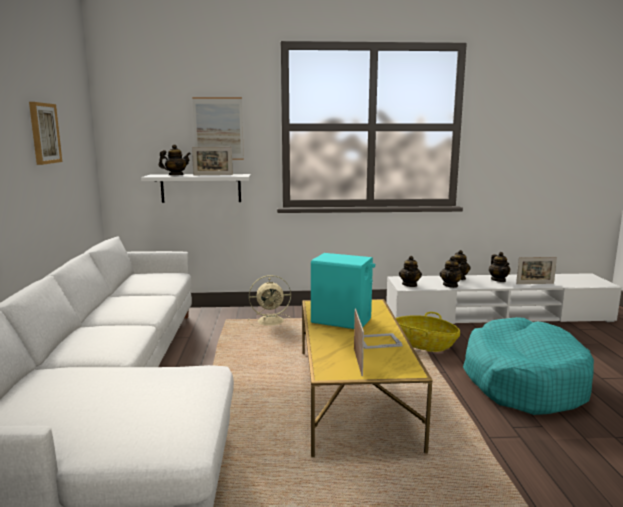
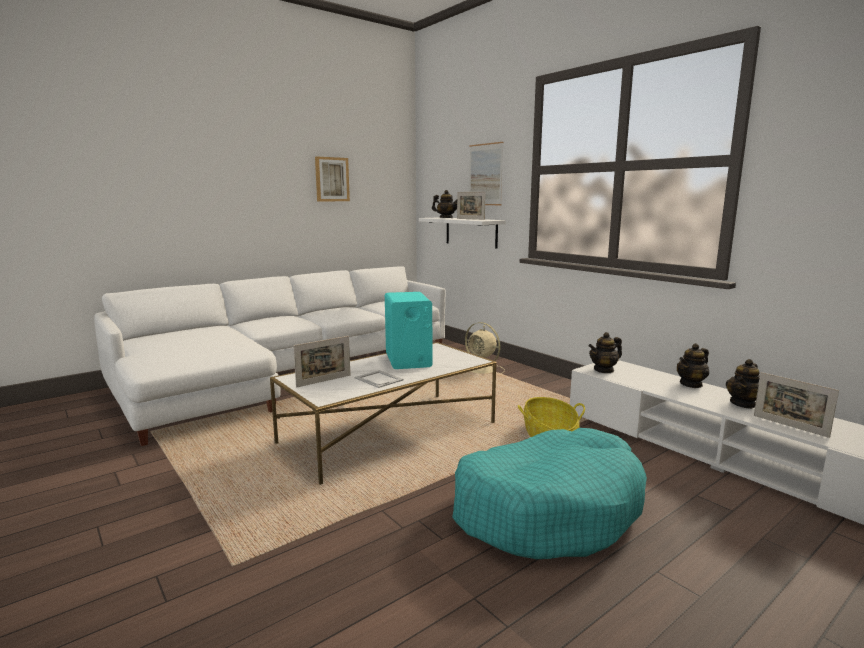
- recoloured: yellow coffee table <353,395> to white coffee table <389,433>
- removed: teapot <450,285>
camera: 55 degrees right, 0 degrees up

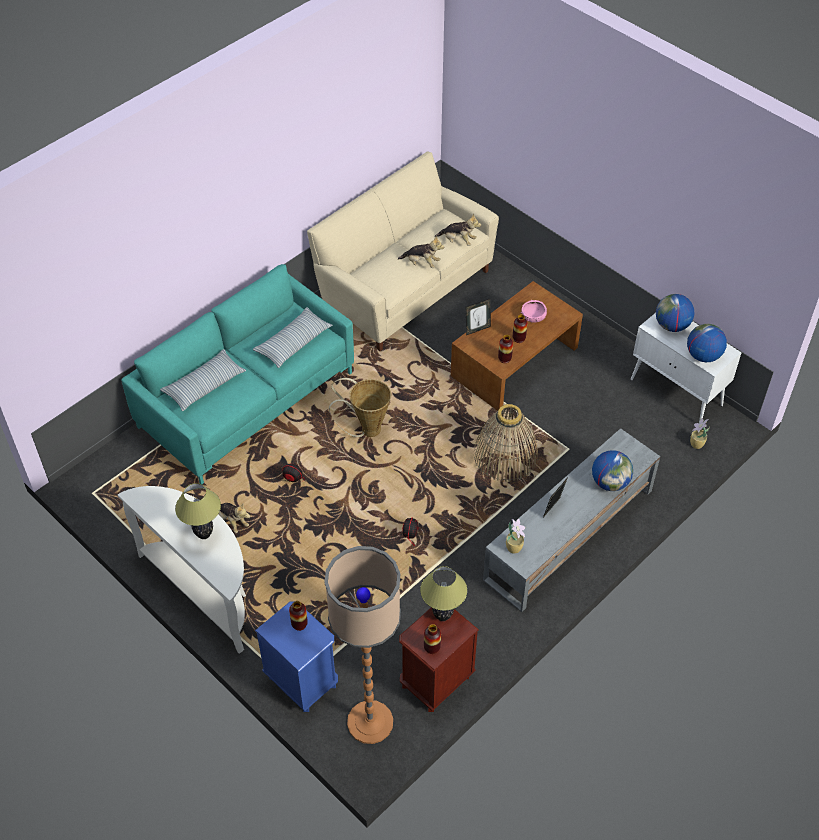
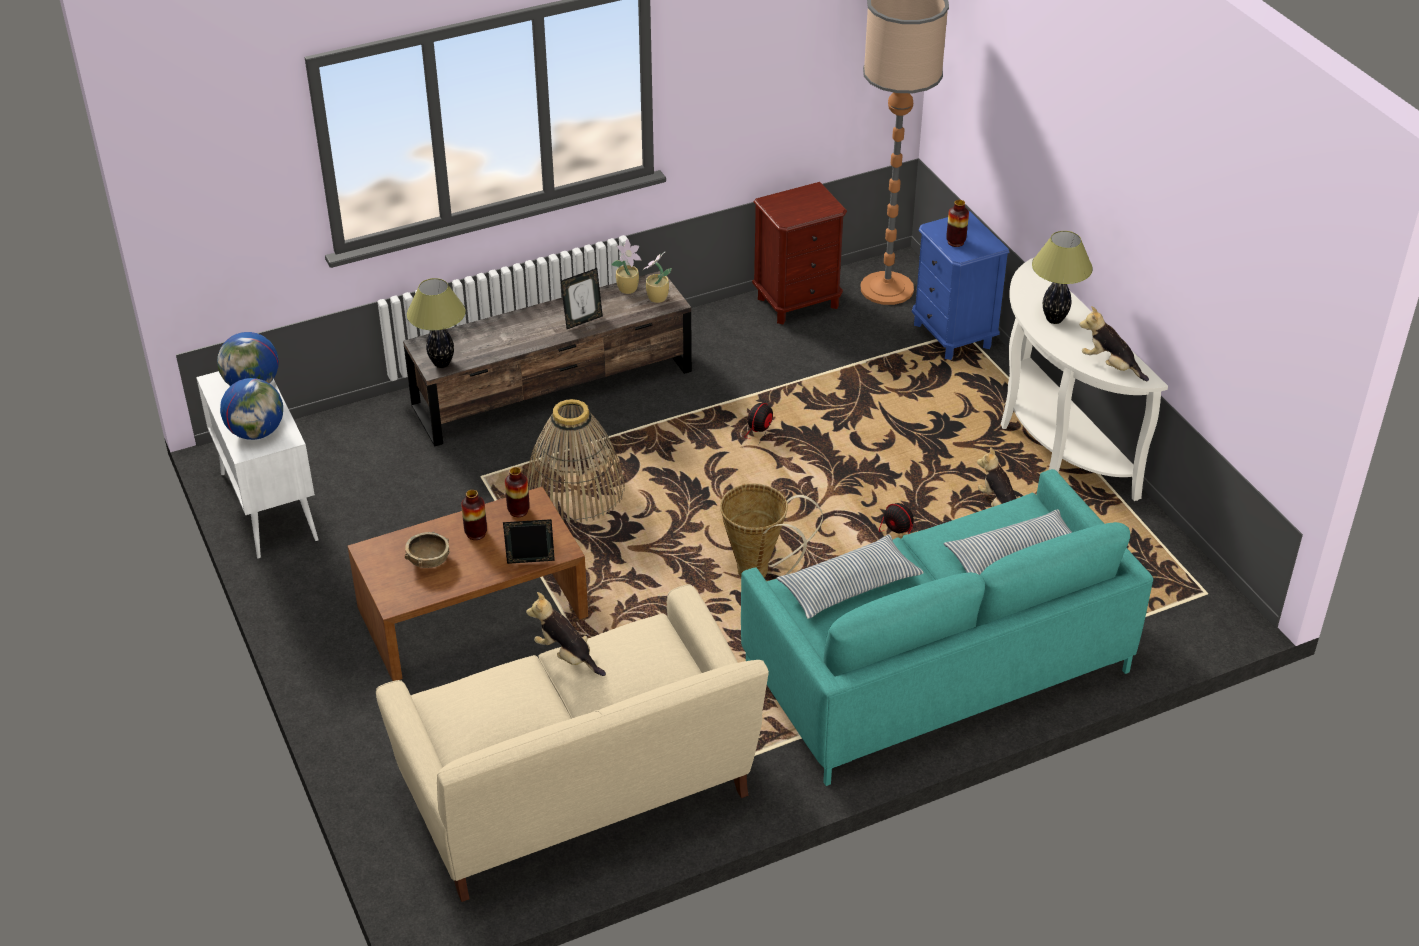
- recoloured: grey tv stand <568,534> to brown tv stand <554,388>
- recoloured: pink bowl <533,317> to brown bowl <428,560>
- moved: table lamp <442,616> to <441,364>
- moved: potted plant <696,444> to <628,289>
- moved: plush toy <458,241> to <1110,366>
- removed: vase <432,648>
- removed: globe <610,482>
camera: 160 degrees left, 10 degrees down

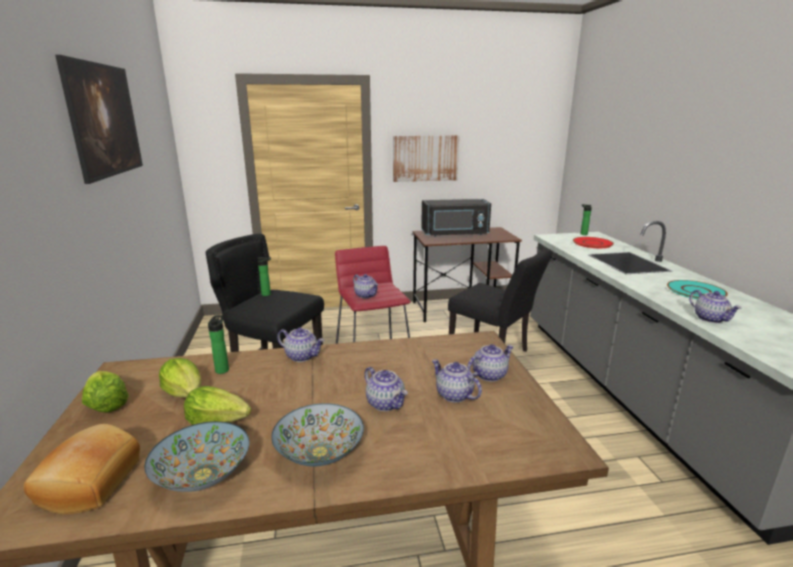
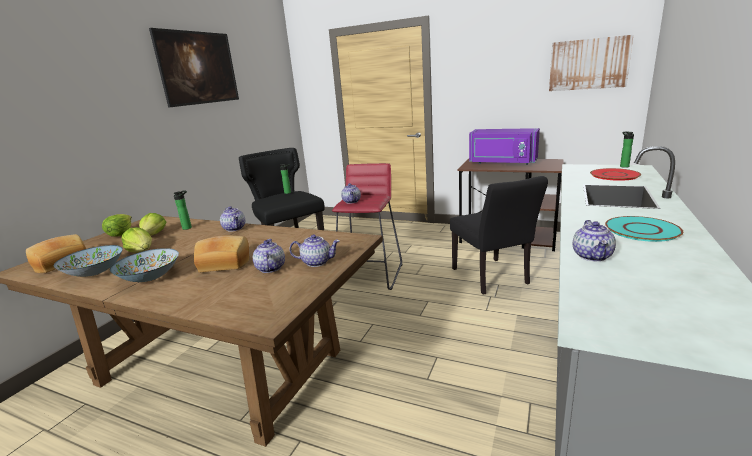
- replaced: teapot <386,403> to bread <225,263>
- recoloured: black microwave <455,234> to purple microwave <502,162>
- moved: picture <425,158> to <588,64>
camera: 35 degrees right, 0 degrees up

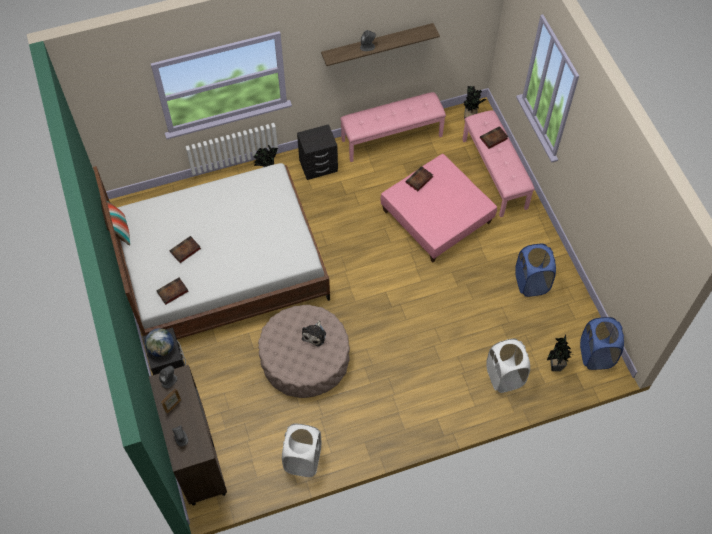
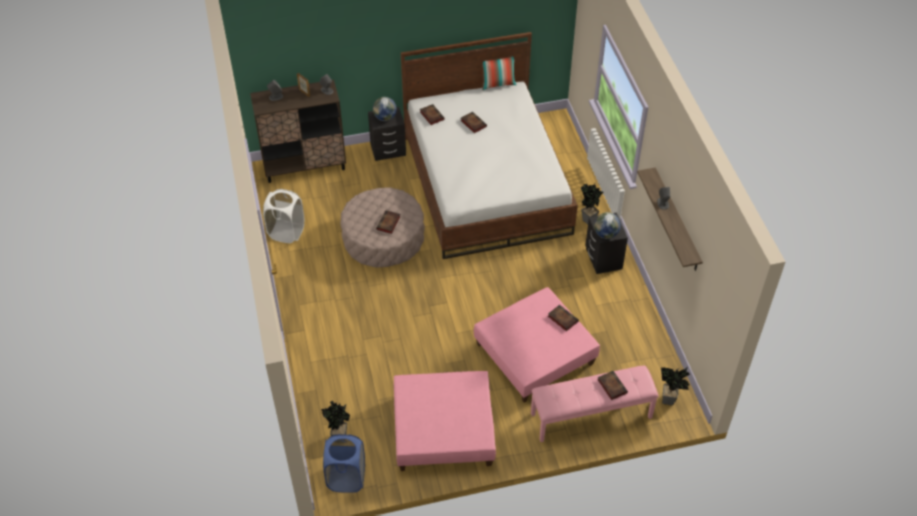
- replaced: plush toy <315,335> to book <388,223>
- replaced: blue laundry basket <531,282> to pink ottoman <443,431>
- added: globe <606,234>
- removed: pink bench <392,137>
- removed: white laundry basket <504,376>
camera: 95 degrees right, 10 degrees down

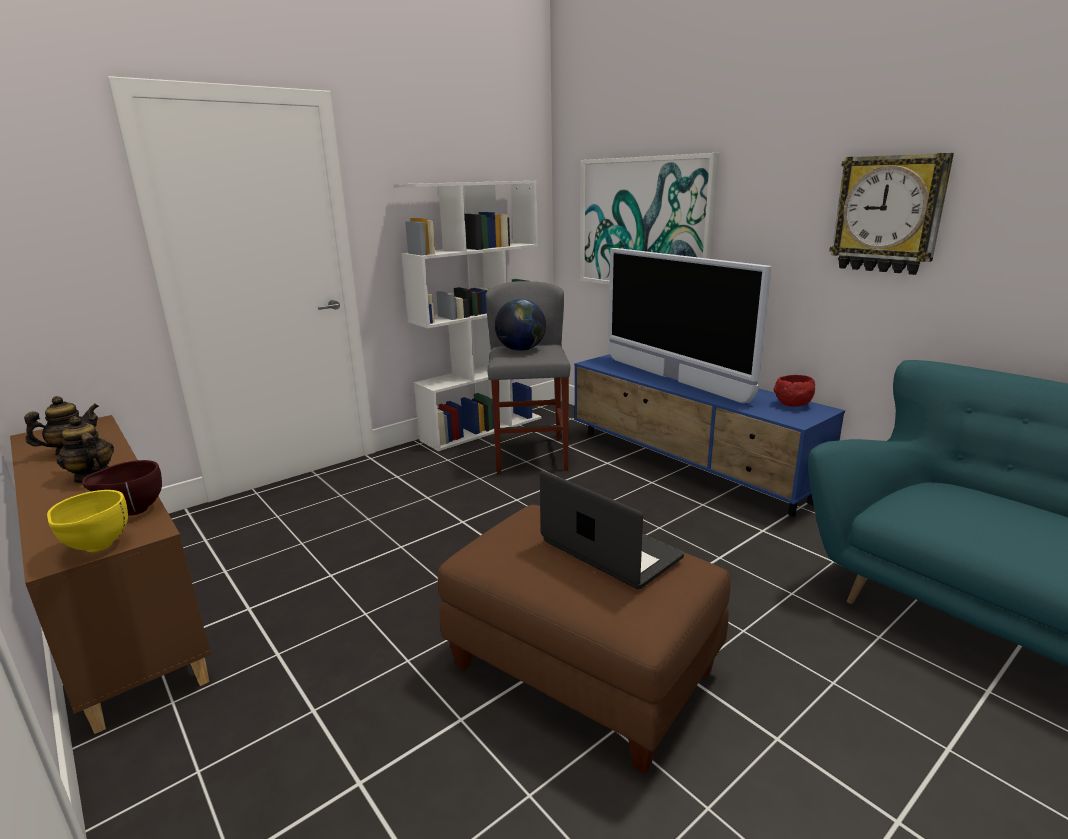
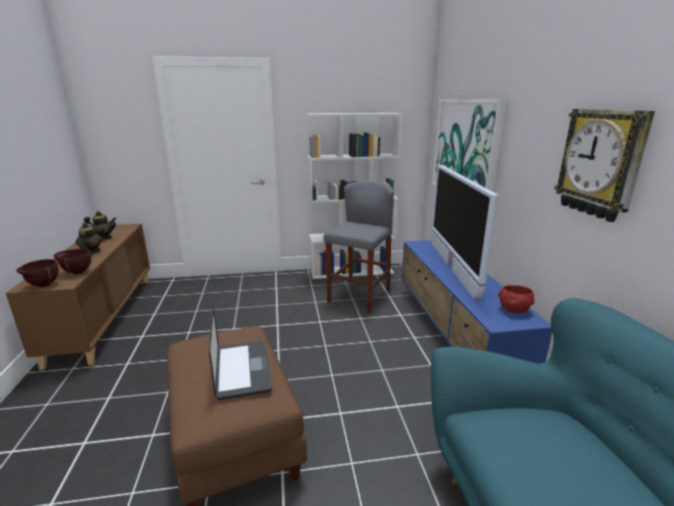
- recoloured: yellow bowl <97,548> to brown bowl <42,286>
- removed: globe <521,349>
camera: 30 degrees right, 0 degrees up

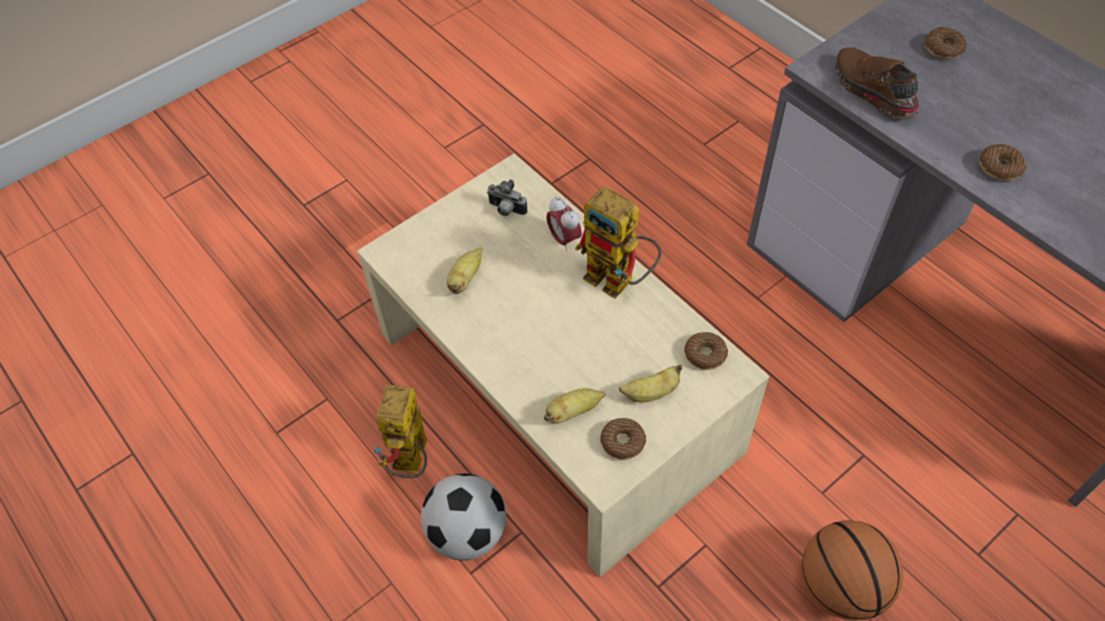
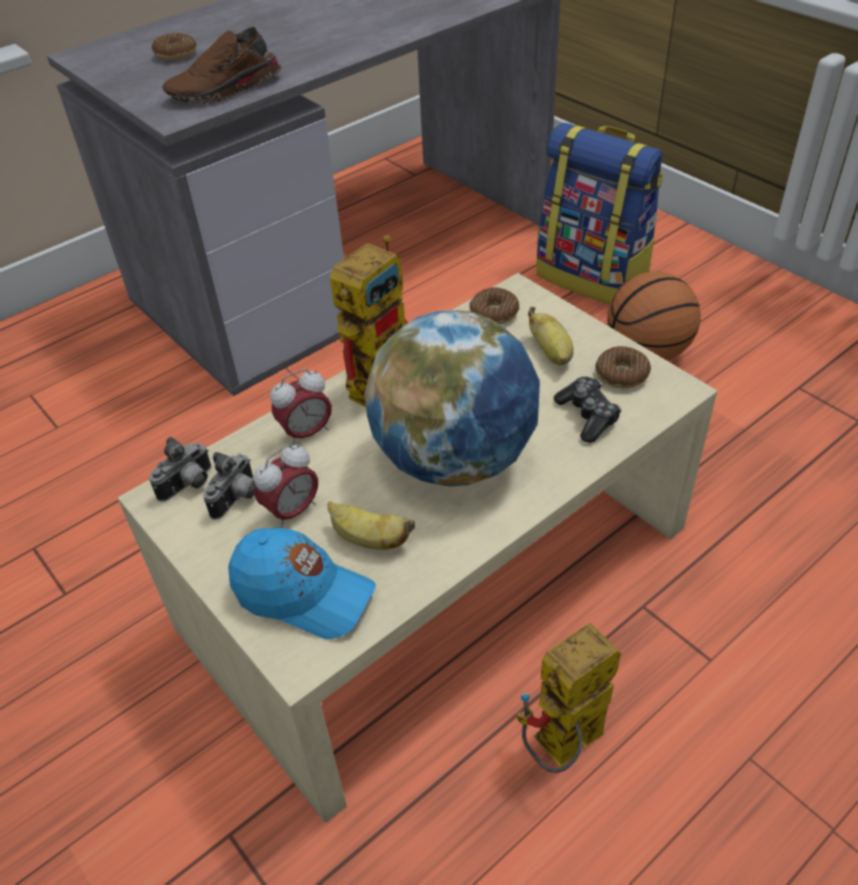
- added: photo camera <189,486>
- added: blue cap <303,594>
- added: alarm clock <292,511>
- added: globe <455,459>
- turned: toy robot <412,463> = <562,749> 135 degrees clockwise
- added: backpack <594,277>
- replaced: banana <573,412> to game controller <587,416>
- removed: football <467,532>
- removed: donut <999,168>
camera: 90 degrees left, 10 degrees down

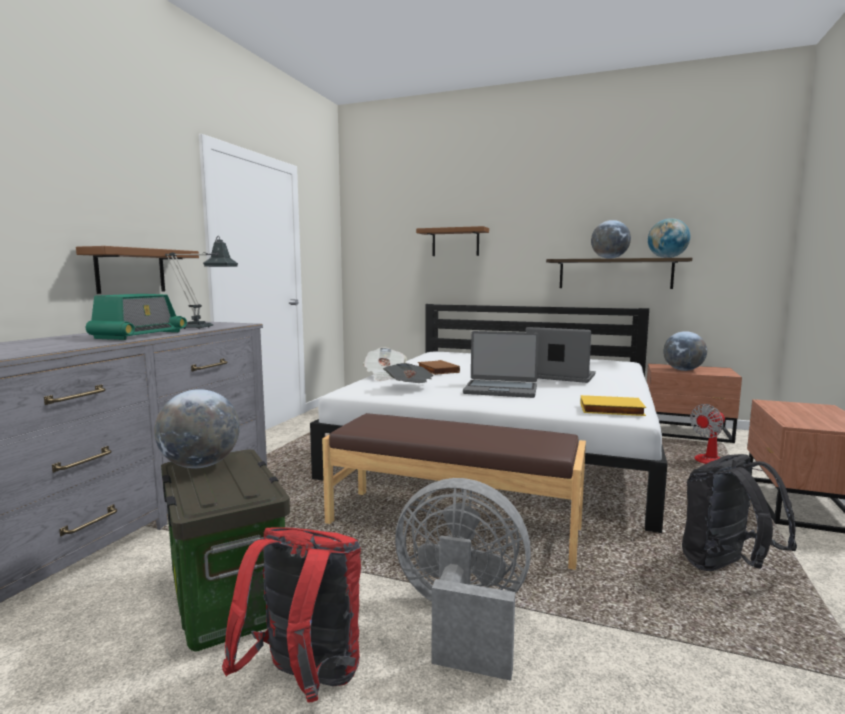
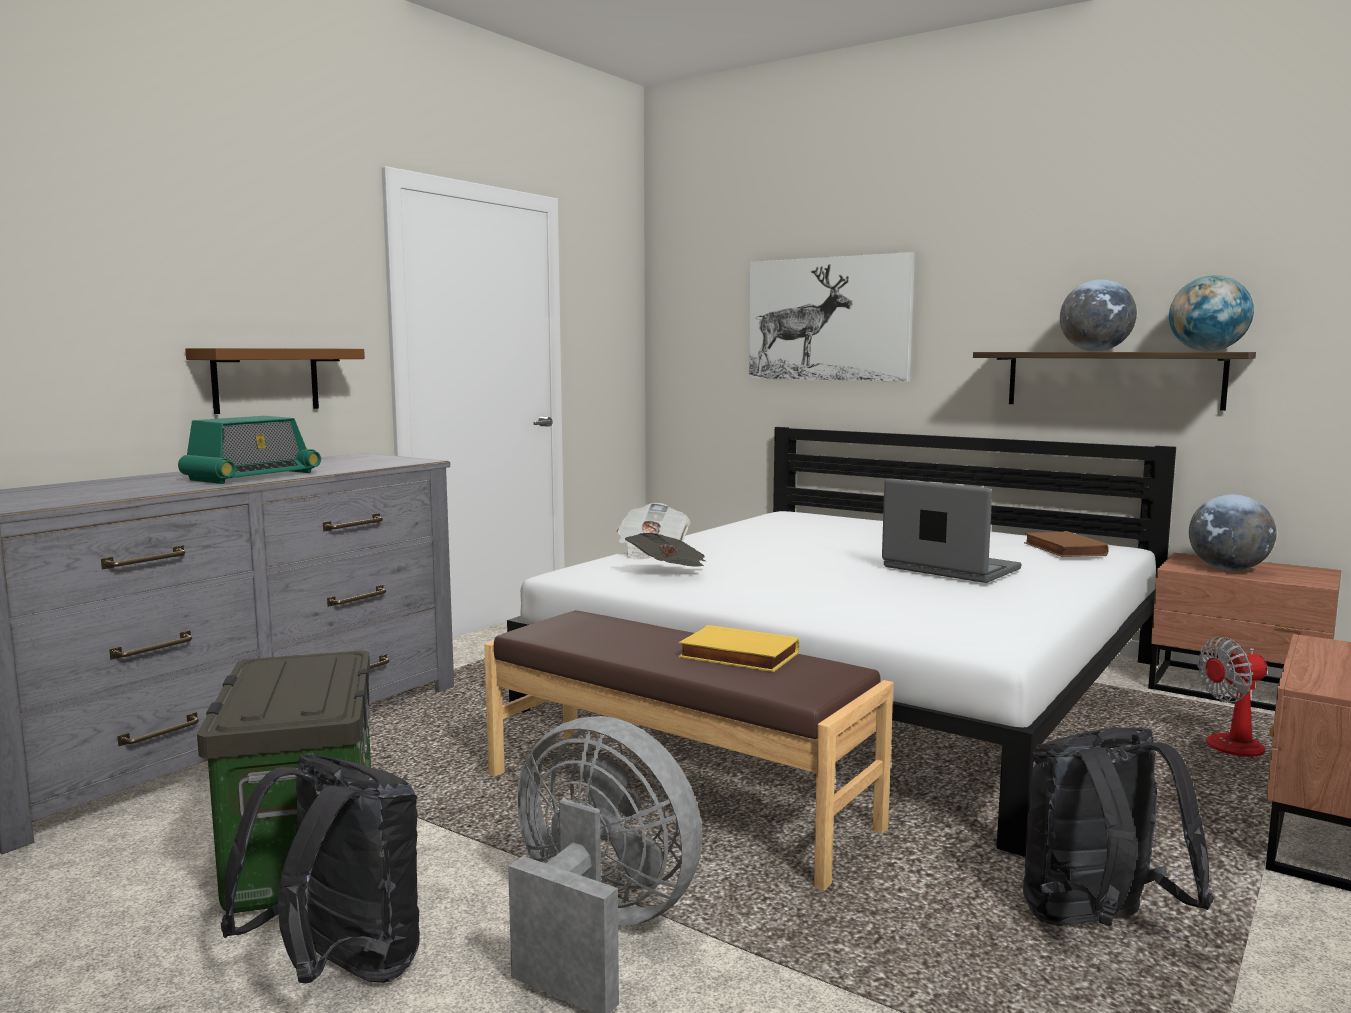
- recoloured: red backpack <305,681> to black backpack <340,971>
- moved: yellow book <611,410> to <737,656>
- replaced: brown shelf <455,242> to picture <828,319>
- moved: brown book <437,370> to <1062,549>
- removed: globe <200,465>
- removed: table lamp <203,328>
- removed: laptop <500,390>
camera: 15 degrees right, 0 degrees up

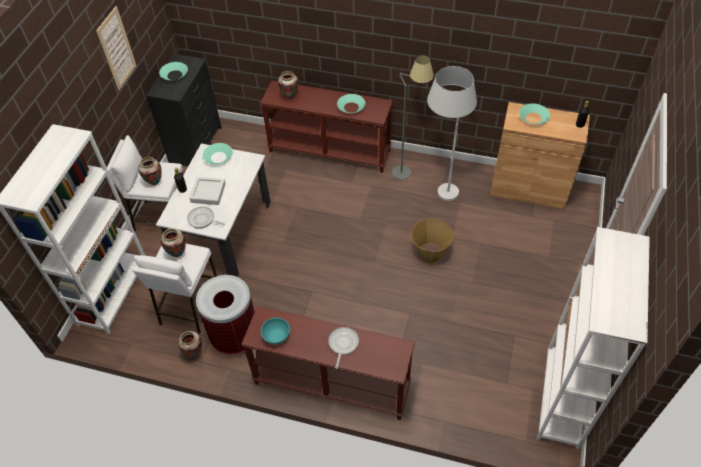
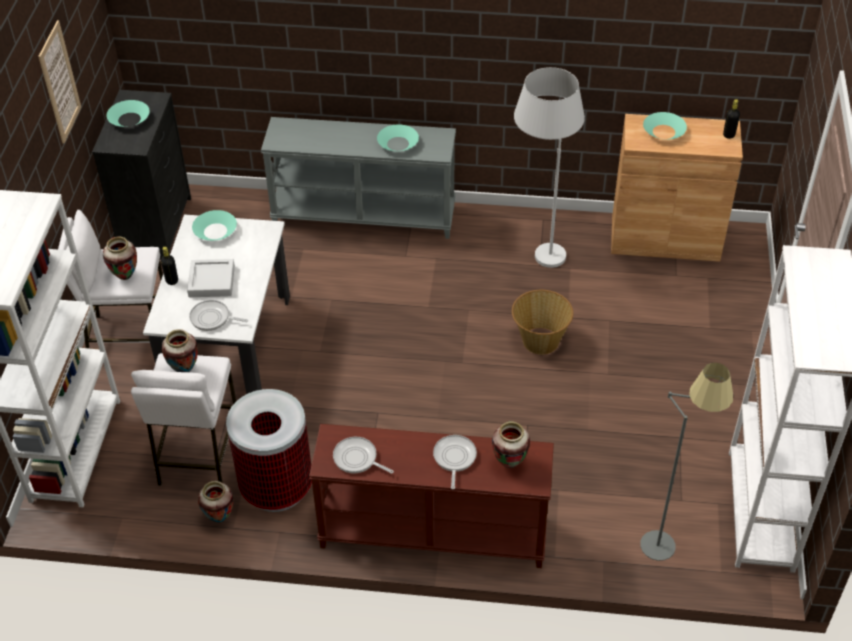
- recoloured: brown console table <330,150> to grey console table <364,215>
- replaced: turquoise bowl <276,336> to frying pan <357,459>
- moved: vase <290,96> to <509,463>
- moved: grey floor lamp <408,168> to <668,536>
camera: 10 degrees left, 5 degrees down

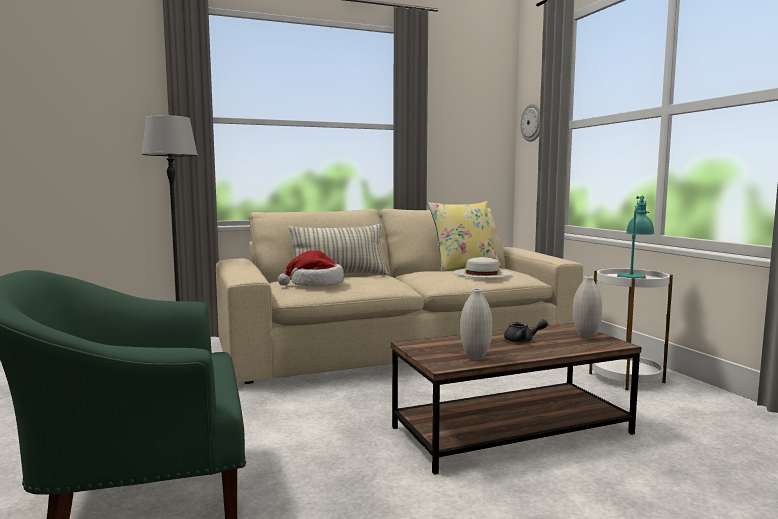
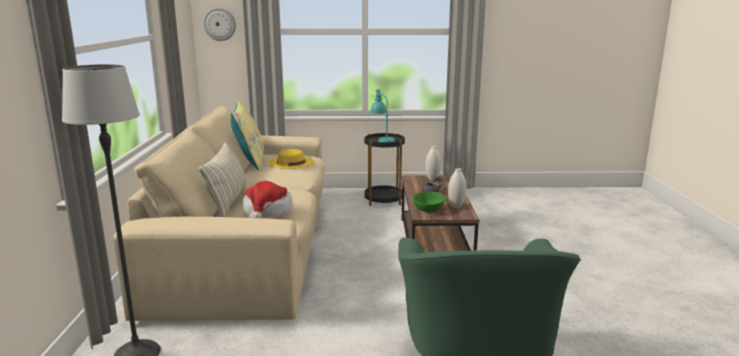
- recoloured: white hat <482,273> to yellow hat <291,162>
- recoloured: white side table <626,378> to black side table <383,200>
- added: green bowl <428,209>
camera: 70 degrees left, 10 degrees up

